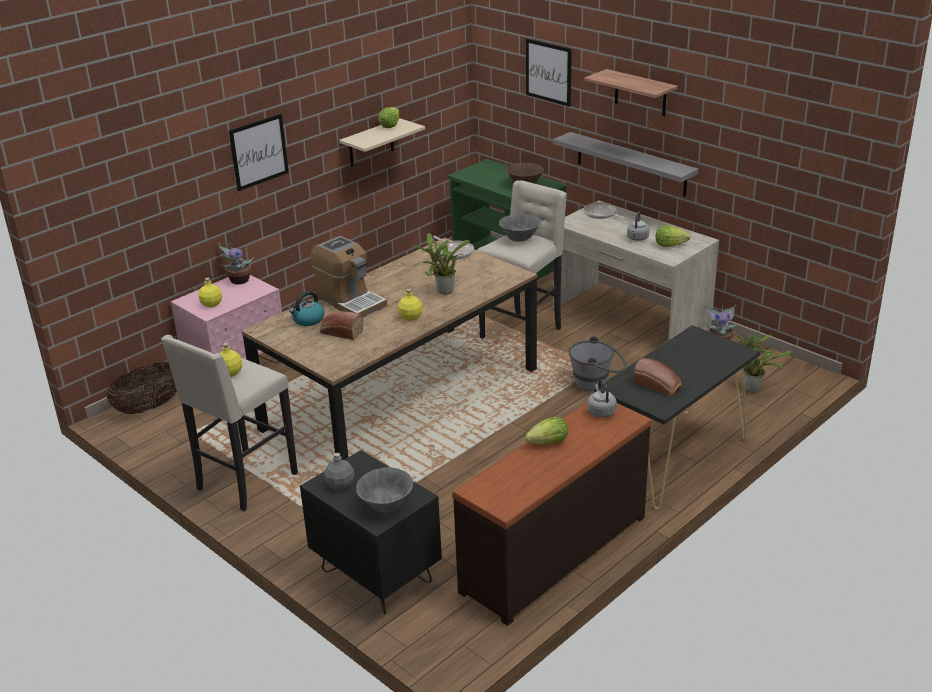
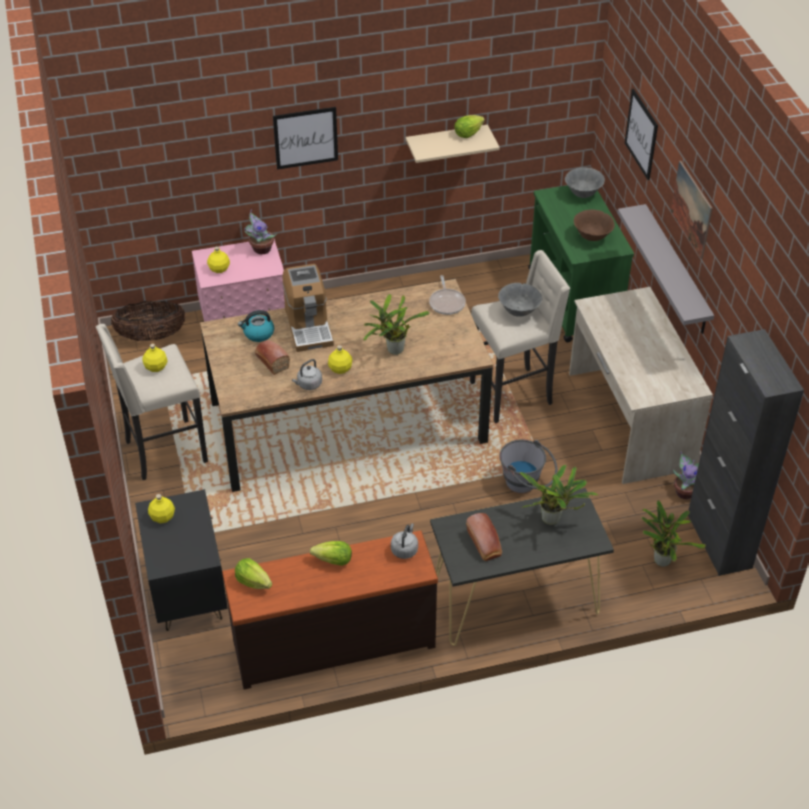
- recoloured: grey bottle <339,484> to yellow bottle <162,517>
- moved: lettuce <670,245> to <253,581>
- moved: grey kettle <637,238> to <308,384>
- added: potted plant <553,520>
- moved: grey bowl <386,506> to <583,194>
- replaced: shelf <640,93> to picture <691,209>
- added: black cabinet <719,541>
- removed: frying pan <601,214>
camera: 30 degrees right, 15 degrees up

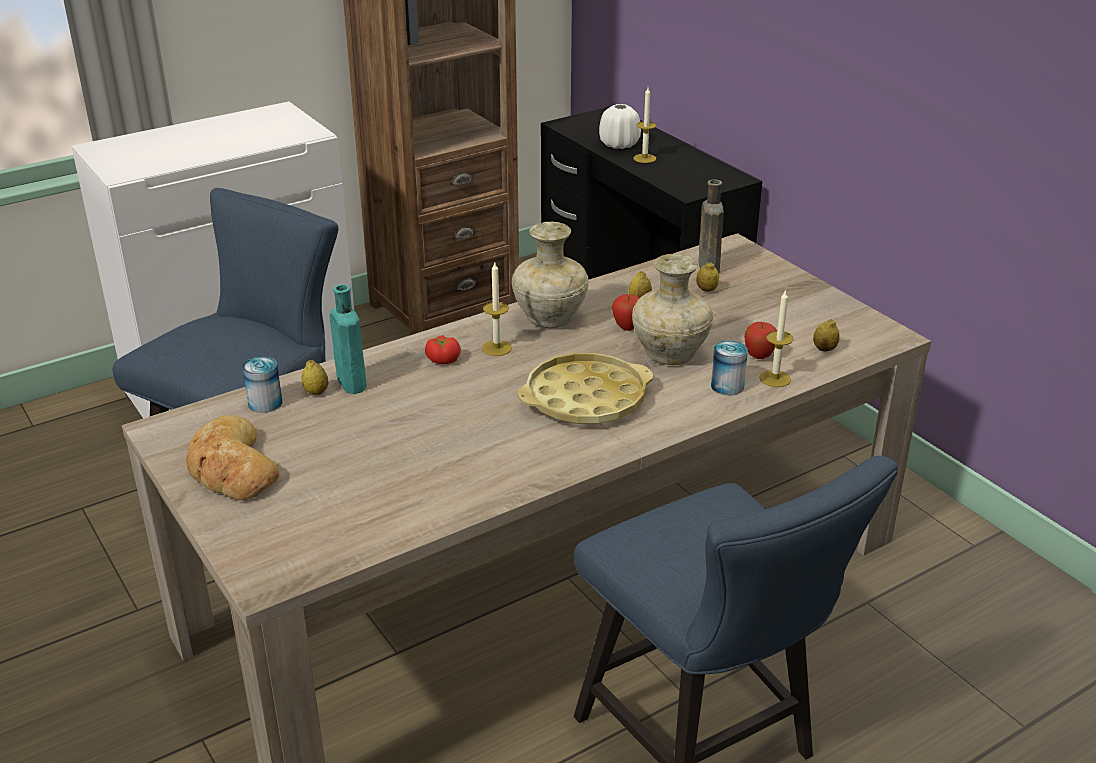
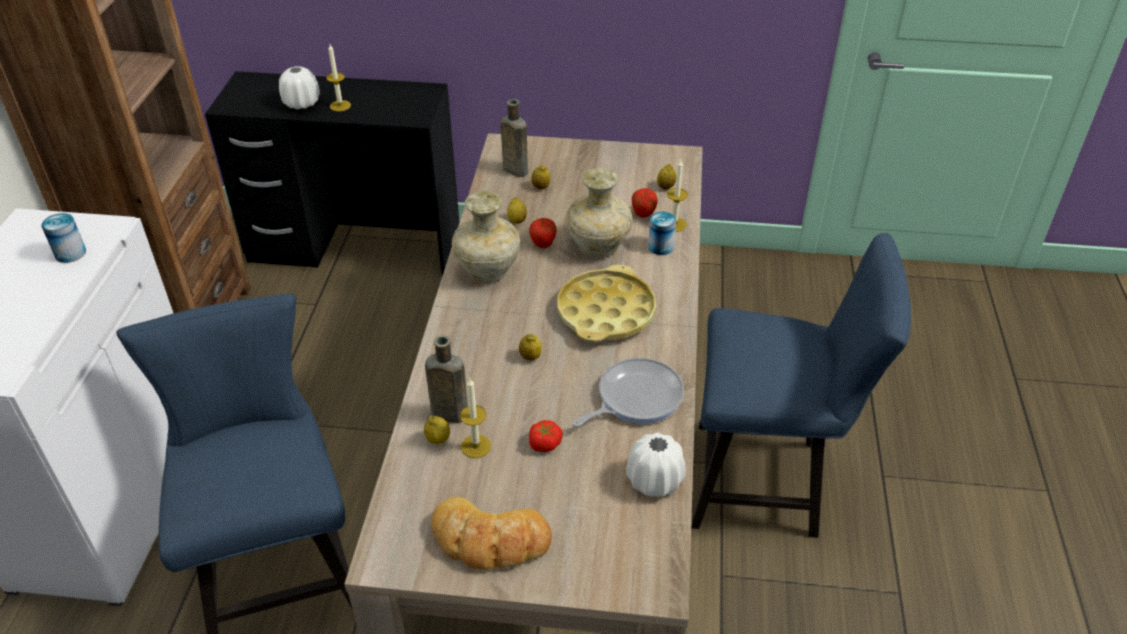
- moved: can <265,403> to <70,253>
- recoloured: turquoise bottle <350,382> to brown bottle <447,414>
- moved: candle <496,348> to <476,446>
- added: lemon <530,357>
- moved: tomato <443,359> to <544,443>
- added: frying pan <635,397>
- added: white vase <654,480>
camera: 50 degrees left, 10 degrees up

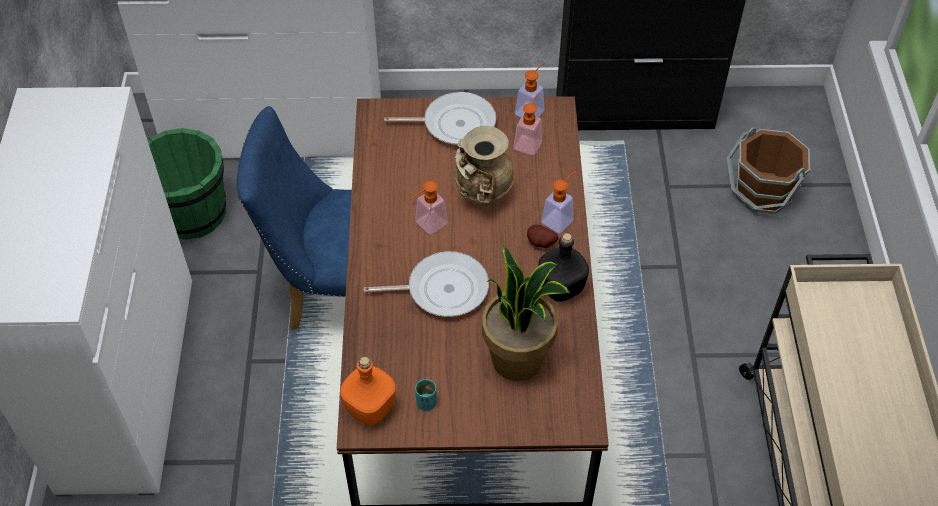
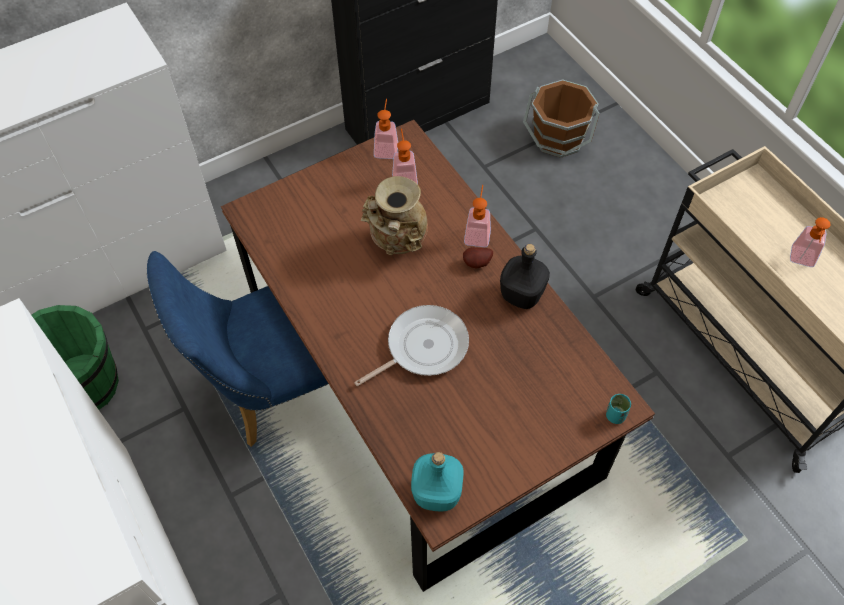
- recoloured: orange bottle <369,409> to turquoise bottle <437,494>
- moved: turquoise cup <426,403> to <615,415>
- moved: soap dispenser <427,225> to <801,260>
- removed: frying pan <454,123>
- removed: potted plant <518,359>
camera: 30 degrees left, 5 degrees up

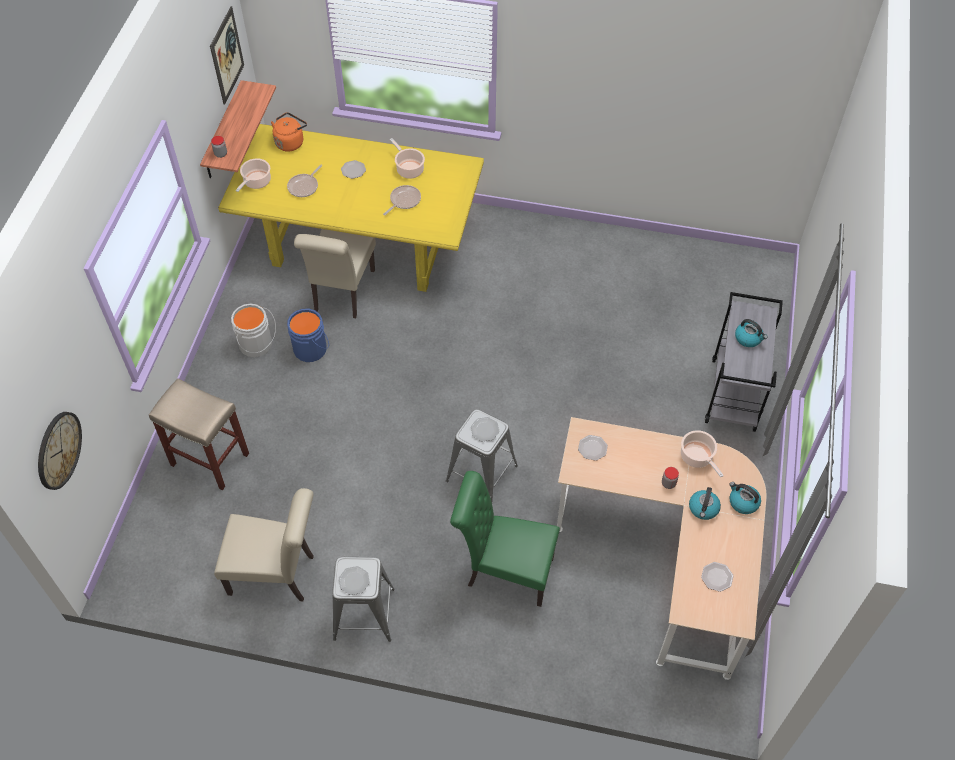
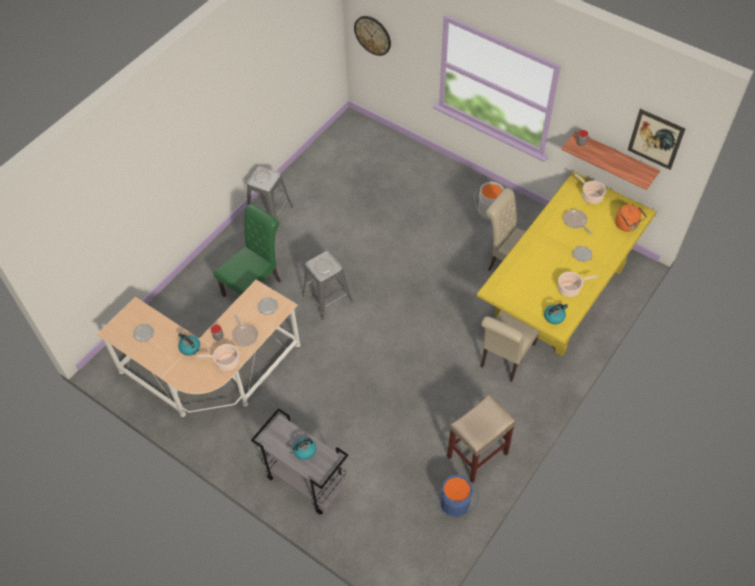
- moved: frying pan <404,200> to <245,335>
- moved: blue bucket <312,348> to <455,505>
- moved: beige stool <211,459> to <477,456>
- moved: beige chair <277,575> to <505,358>
- moved: kettle <743,502> to <554,316>
camera: 115 degrees right, 0 degrees up

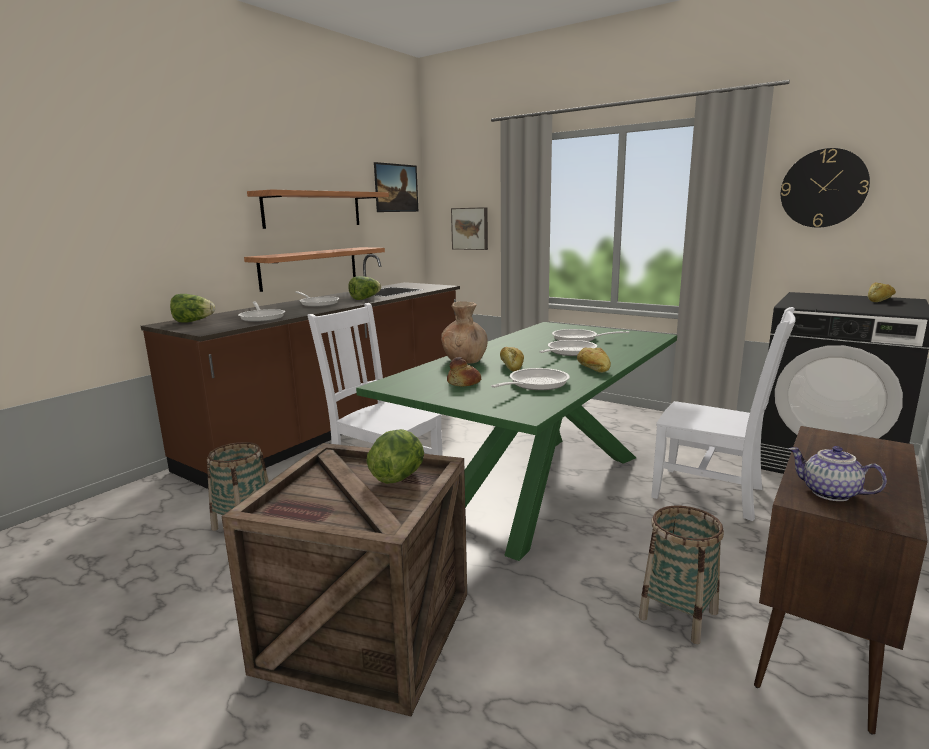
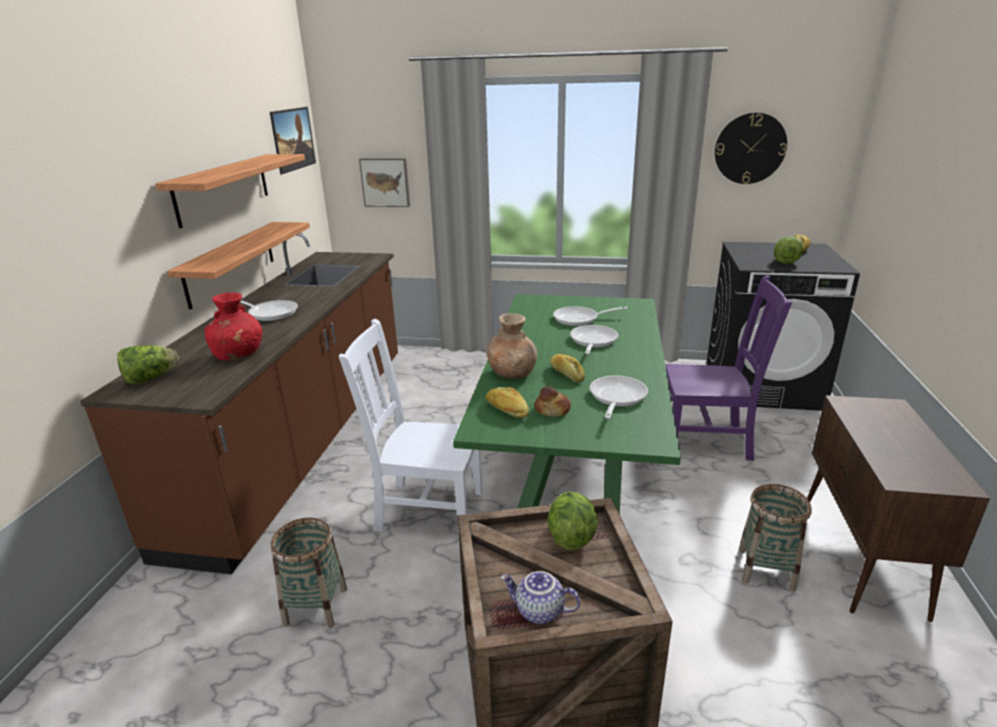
- replaced: frying pan <262,317> to red vase <239,355>
- moved: bread <592,368> to <506,410>
- moved: teapot <829,493> to <539,612>
- recoloured: white chair <711,493> to purple chair <708,440>
- moved: lettuce <365,298> to <785,261>
camera: 25 degrees left, 10 degrees up

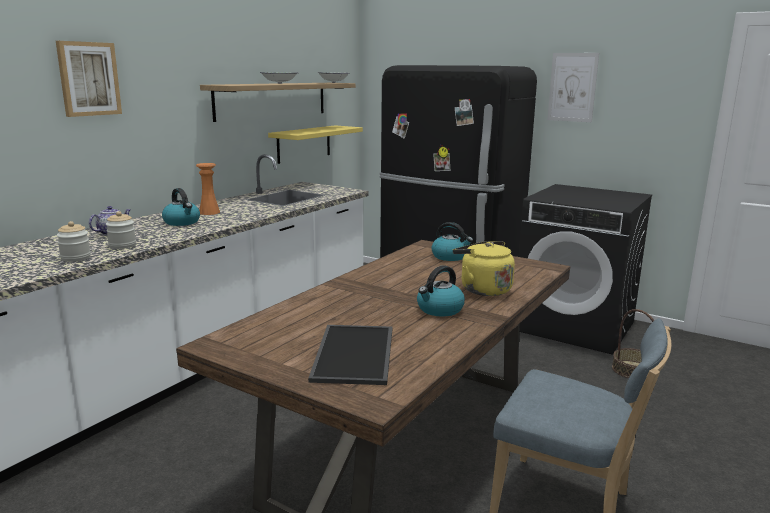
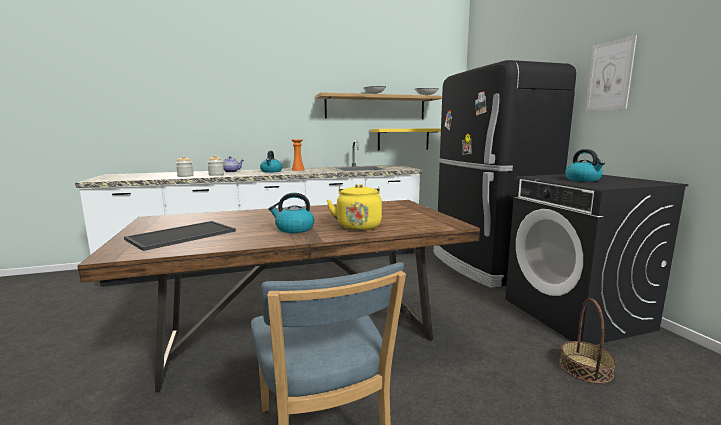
- moved: kettle <450,256> to <583,180>
- removed: picture <88,79>
camera: 40 degrees right, 5 degrees down

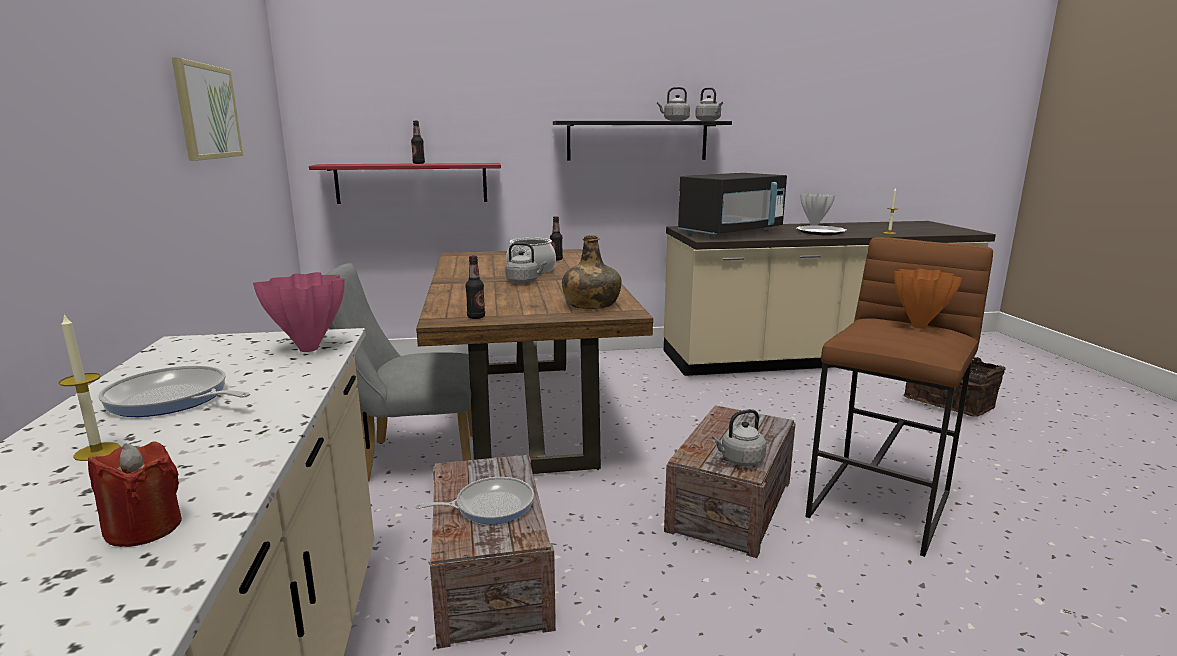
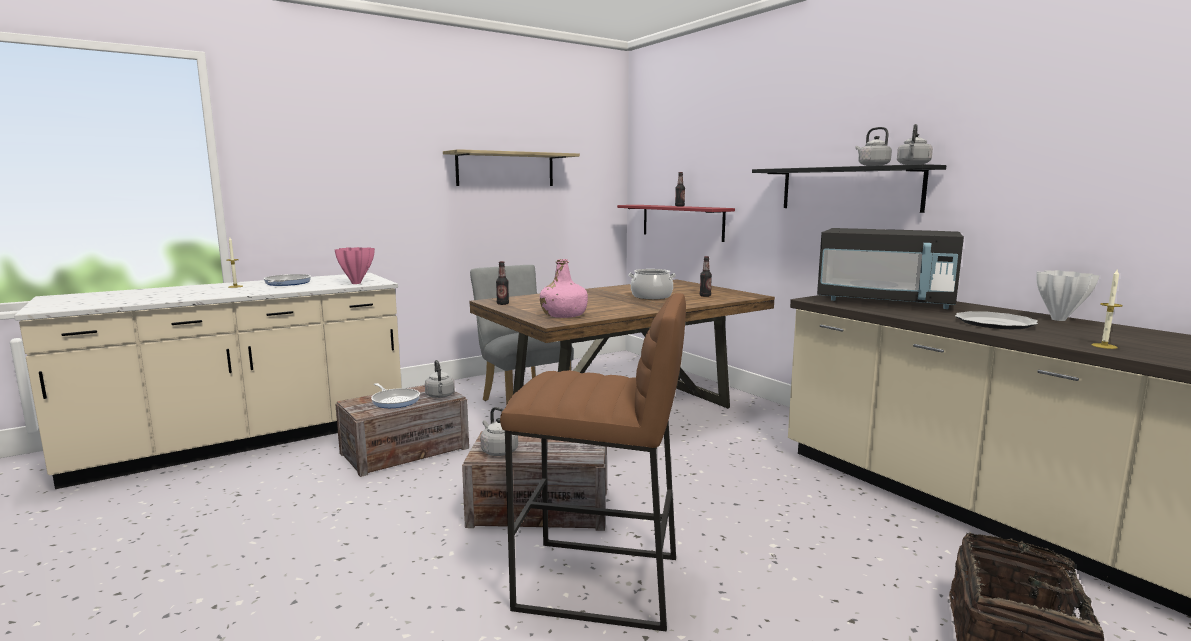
- moved: grey kettle <524,282> to <440,396>
- replaced: picture <207,112> to shelf <505,169>
- recoloured: green bottle <591,305> to pink bottle <564,315>
- removed: red candle <144,528>
- removed: orange vase <919,326>
camera: 65 degrees right, 5 degrees down

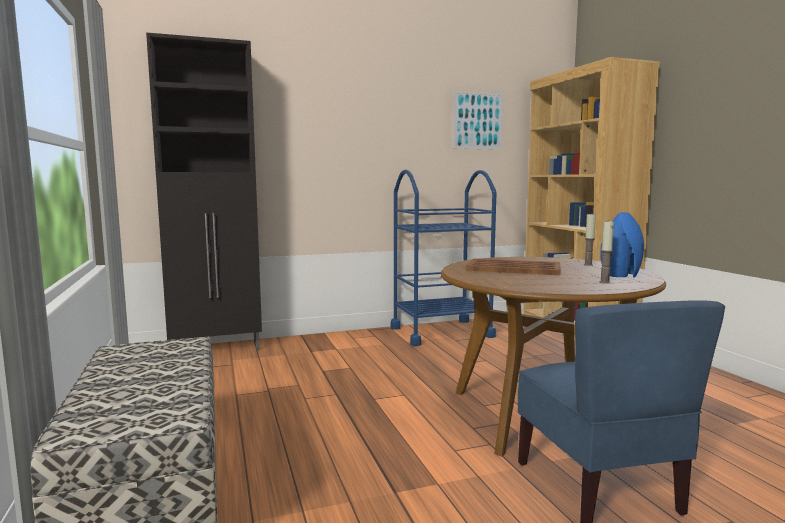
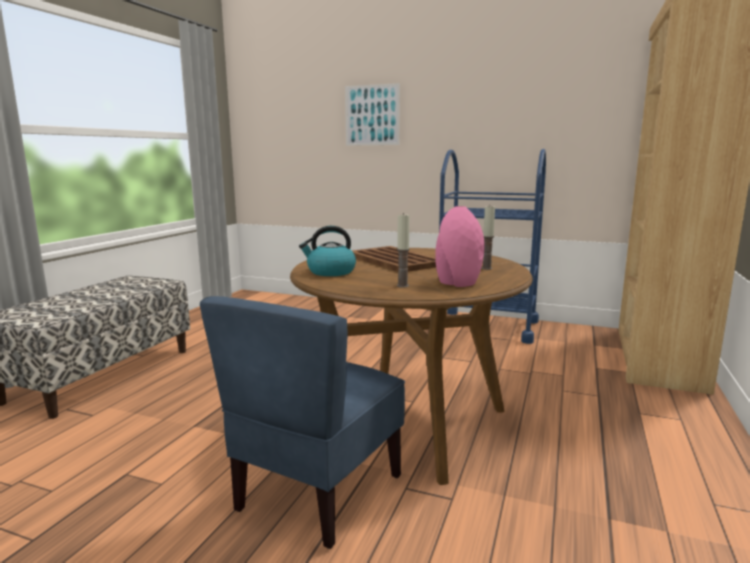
- added: kettle <330,272>
- moved: picture <478,120> to <372,115>
- recoloured: blue vase <621,275> to pink vase <458,283>
- removed: black cabinet <218,349>
camera: 40 degrees right, 5 degrees up

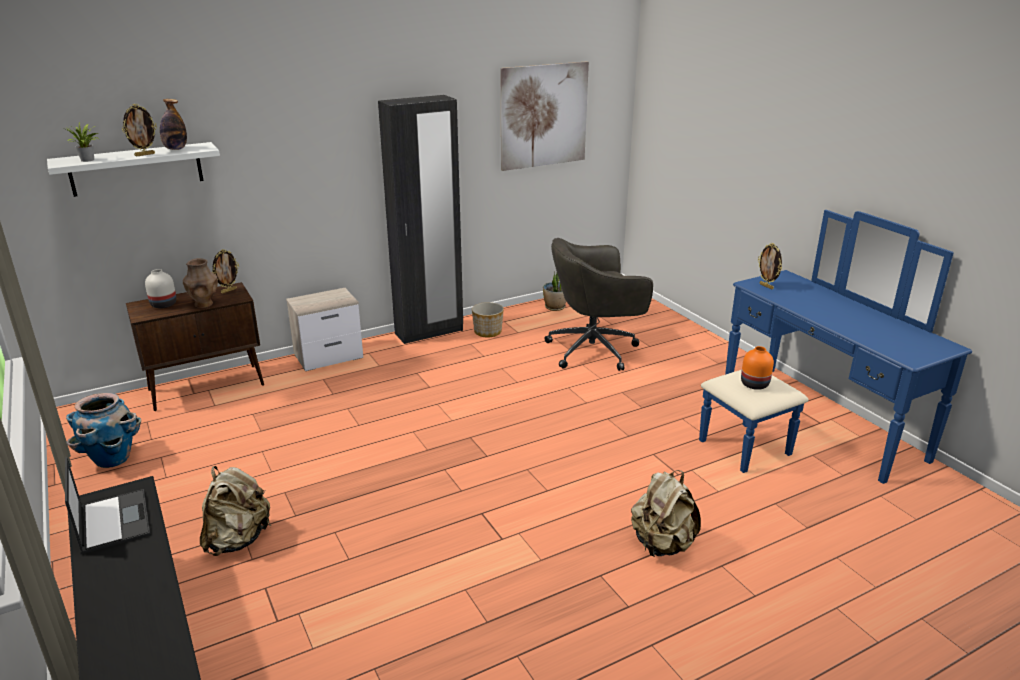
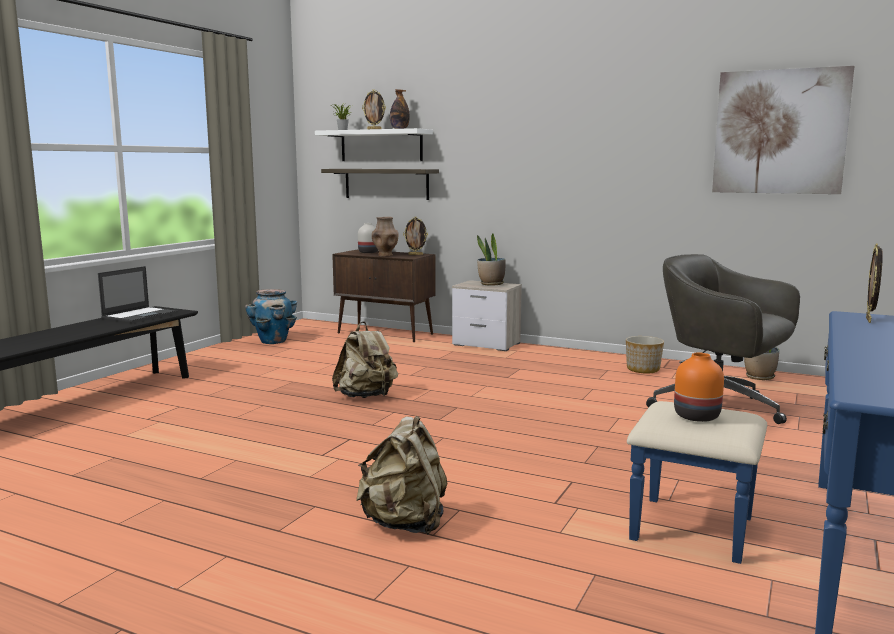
- added: shelf <386,184>
- moved: beige backpack <238,540> to <366,396>
- added: potted plant <491,284>
- removed: black wardrobe <429,332>
camera: 55 degrees right, 15 degrees down

